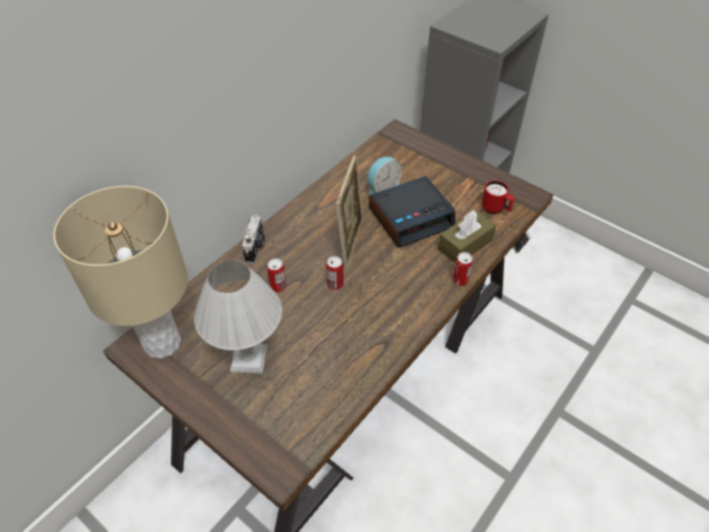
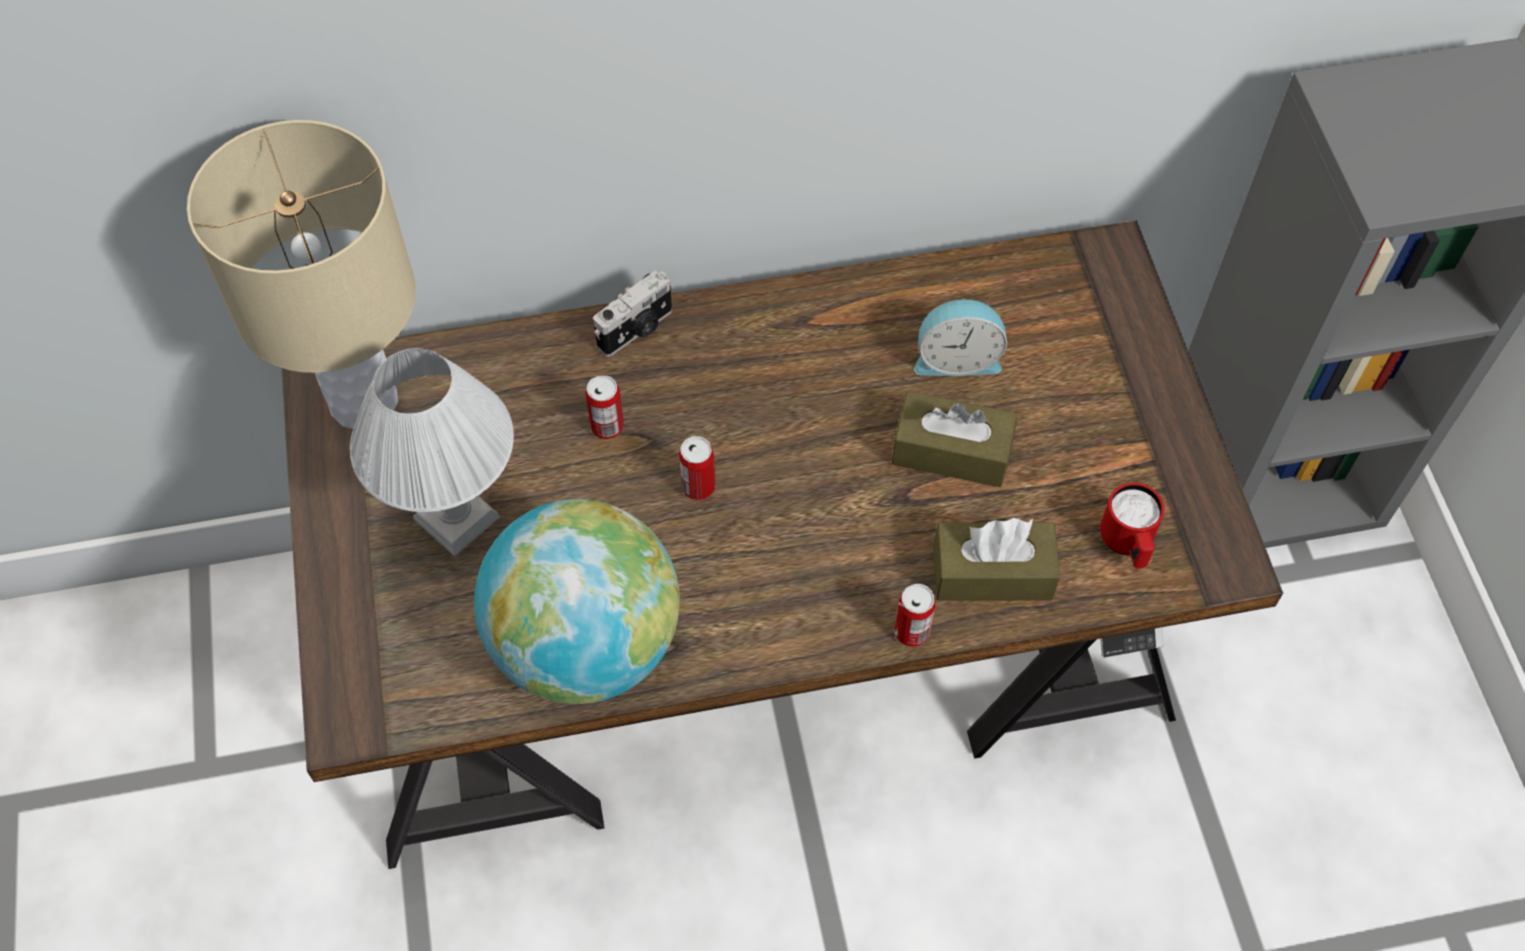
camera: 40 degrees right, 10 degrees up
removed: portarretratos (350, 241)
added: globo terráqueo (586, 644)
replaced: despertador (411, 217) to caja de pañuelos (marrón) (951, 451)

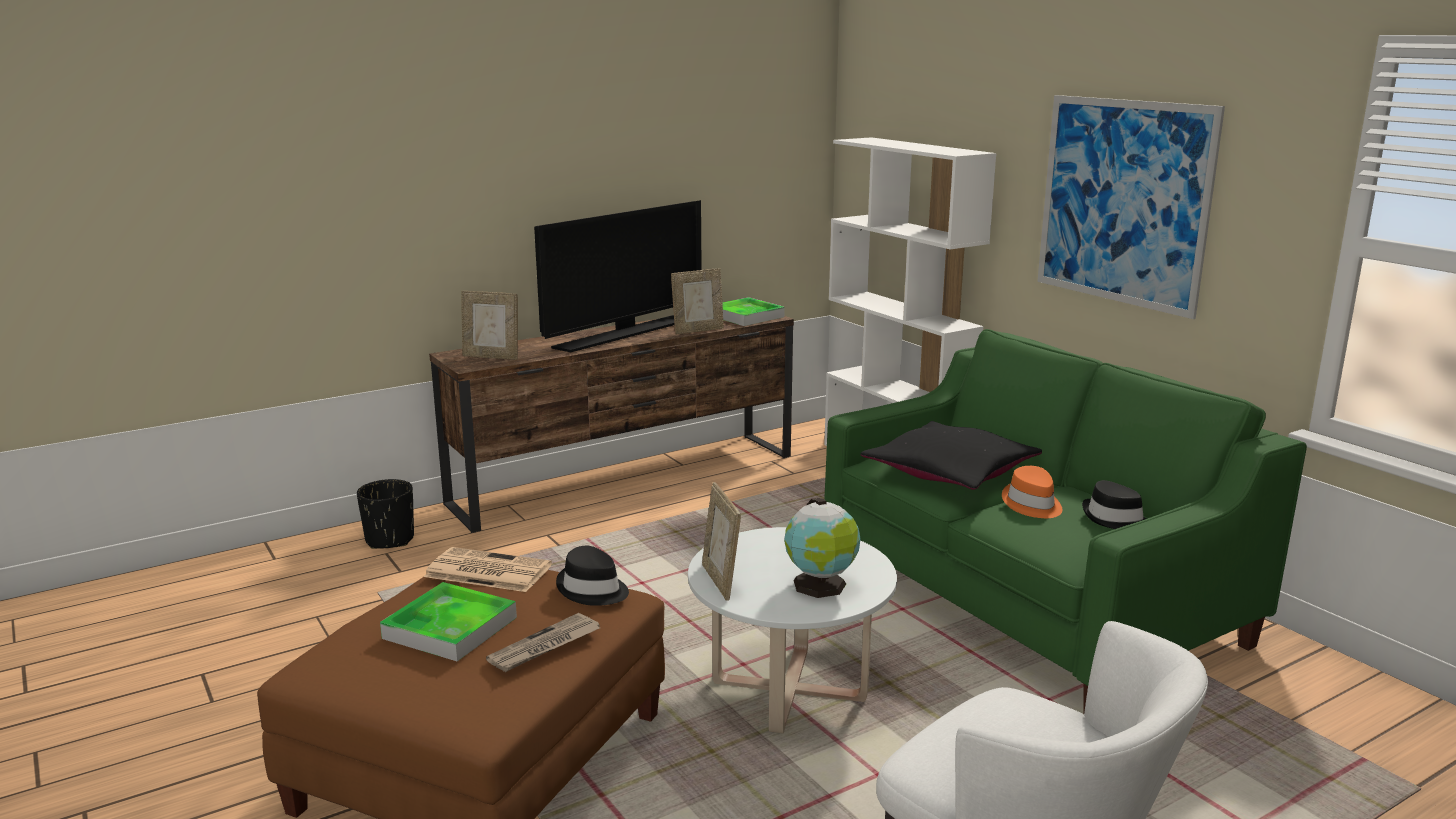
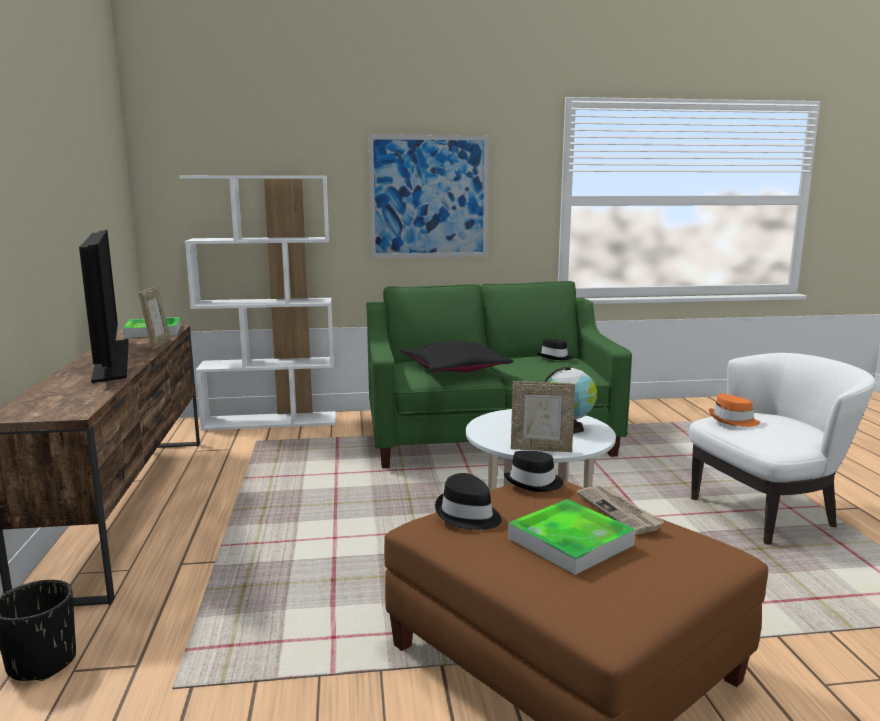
camera: 65 degrees left, 5 degrees down
removed: portarretratos (491, 357)
moved: sombrero (naranja) (1032, 504) to (733, 420)
replaced: periódico (486, 571) to sombrero (negro) (468, 515)

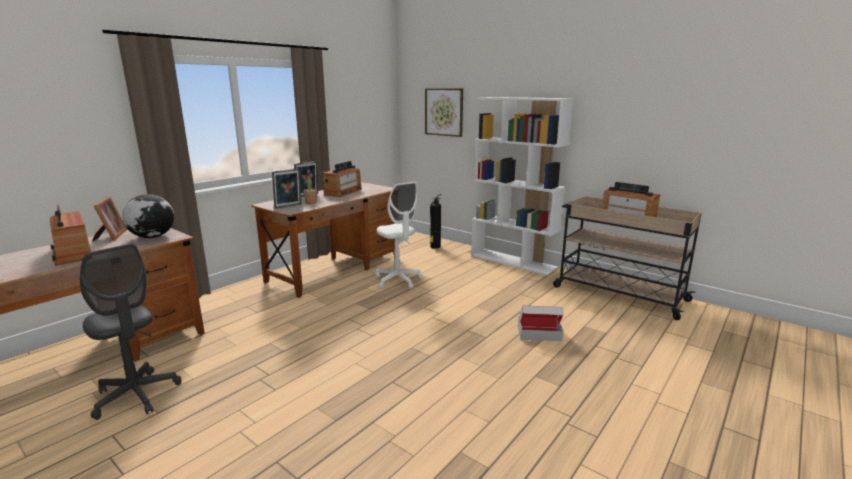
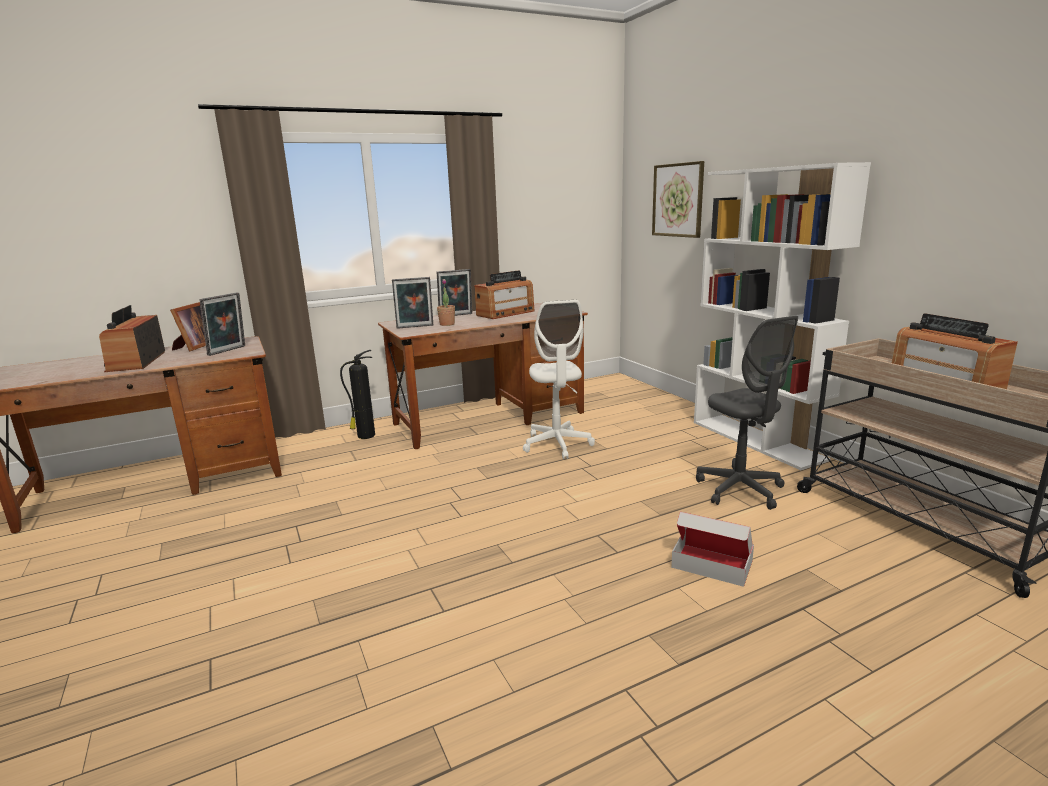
camera: 25 degrees right, 0 degrees up
moved: silla de oficina (gris) (136, 395) to (740, 490); extintor (435, 247) to (365, 436)
replaced: globo terráqueo (152, 237) to portarretratos (228, 351)

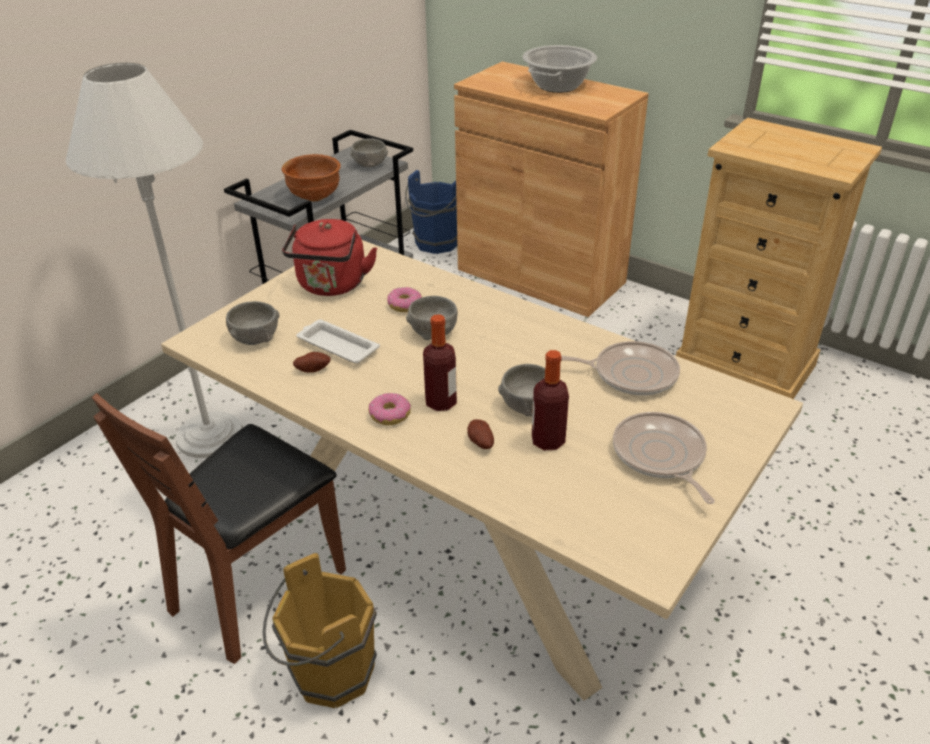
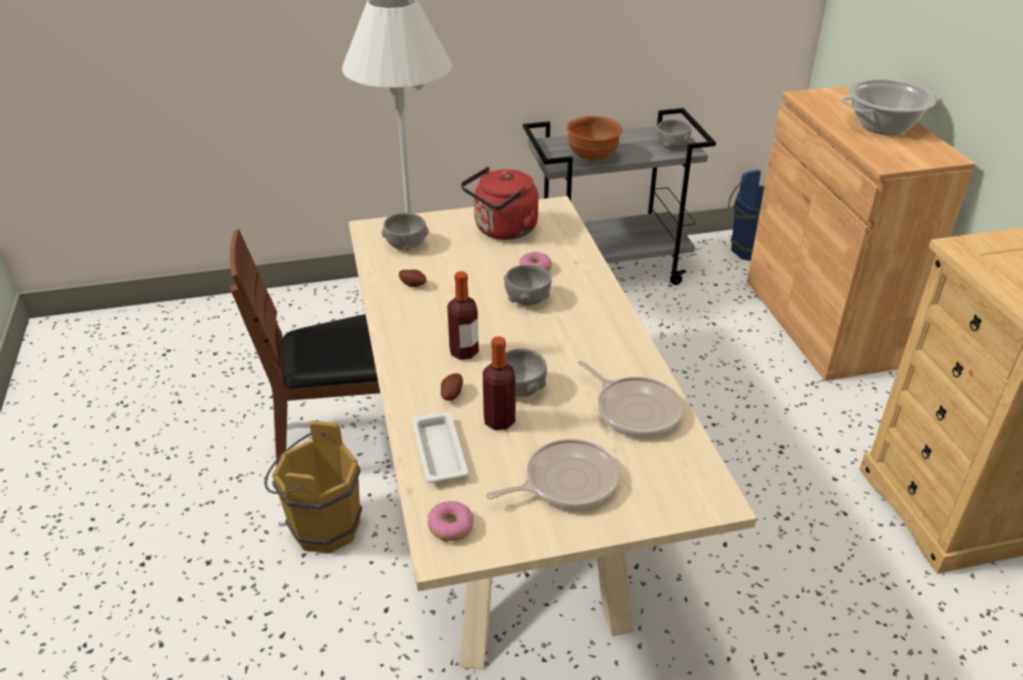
camera: 40 degrees right, 0 degrees up
moved: bandeja (blanco) (336, 346) to (439, 450); rosquilla (389, 415) to (450, 527)
turned: sartén (660, 456) = (566, 482) 45 degrees clockwise

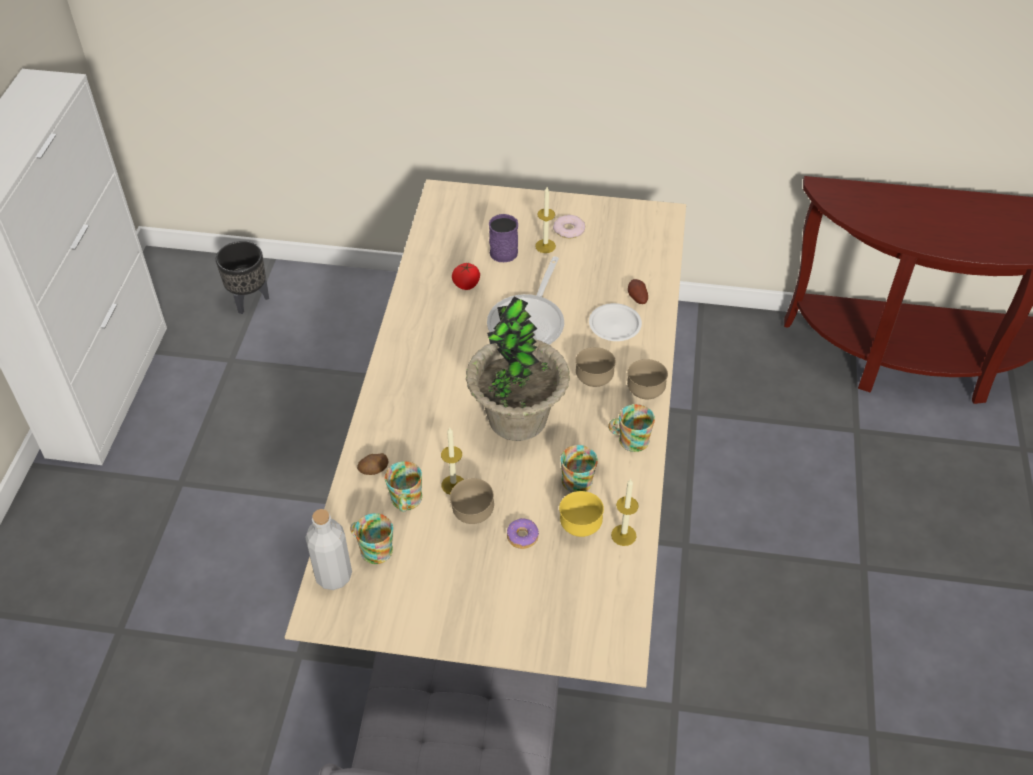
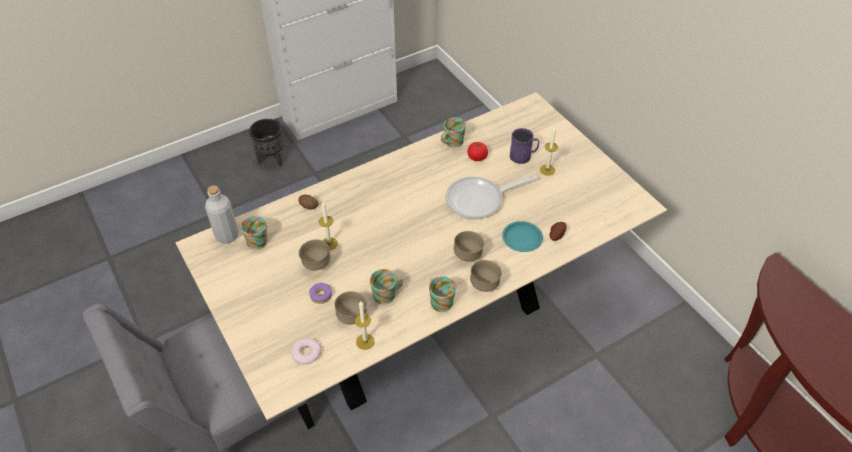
camera: 50 degrees right, 0 degrees up
removed: planta en maceta (517, 418)
moved: maceta (negro) (249, 300) to (272, 160); taza grande (405, 502) to (451, 142); rosquilla (569, 229) to (306, 353)
recoloured: cuenco (amarillo) (580, 527) to cuenco (marrón) (352, 317); plato (blanco) (615, 325) to plato (turquesa) (522, 239)

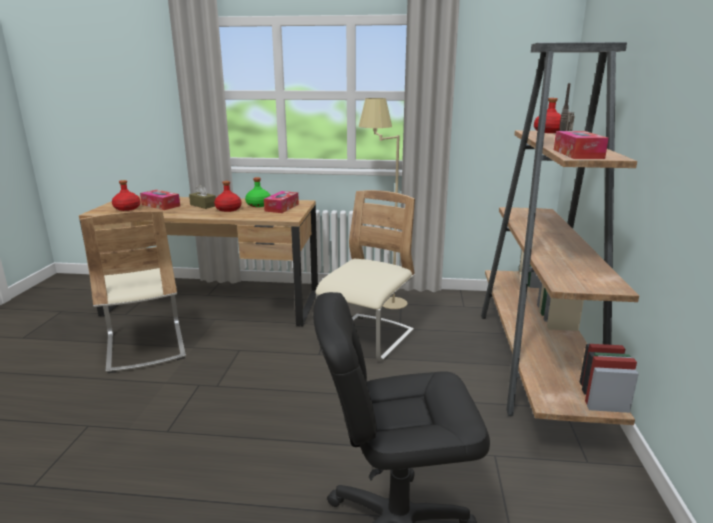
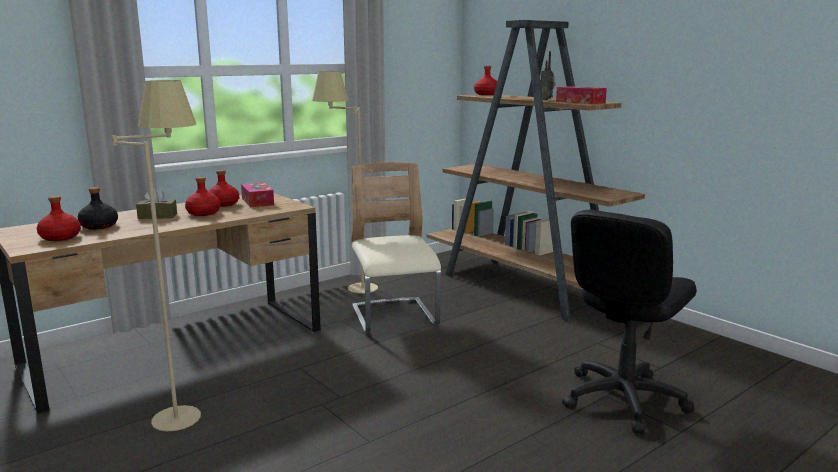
camera: 45 degrees left, 5 degrees down
replaced: silla (beis) (145, 346) to lámpara de pie (beis) (185, 407); caja de pañuelos (161, 205) to botella (negro) (98, 226)
recoloured: botella (verde) (258, 205) to botella (rojo) (223, 204)

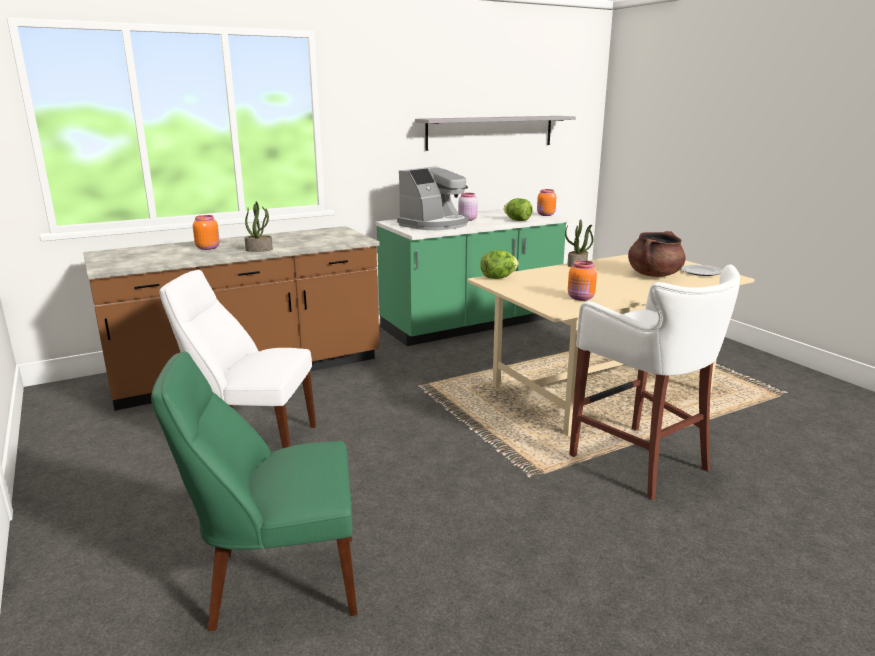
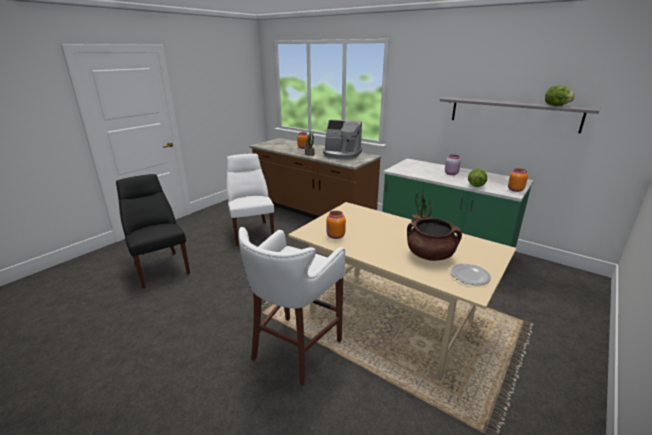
camera: 65 degrees right, 5 degrees up
moved: cafetera (435, 224) to (341, 155); lechuga (498, 278) to (556, 105)
recoloured: silla (verde) (277, 582) to silla (negro) (160, 267)

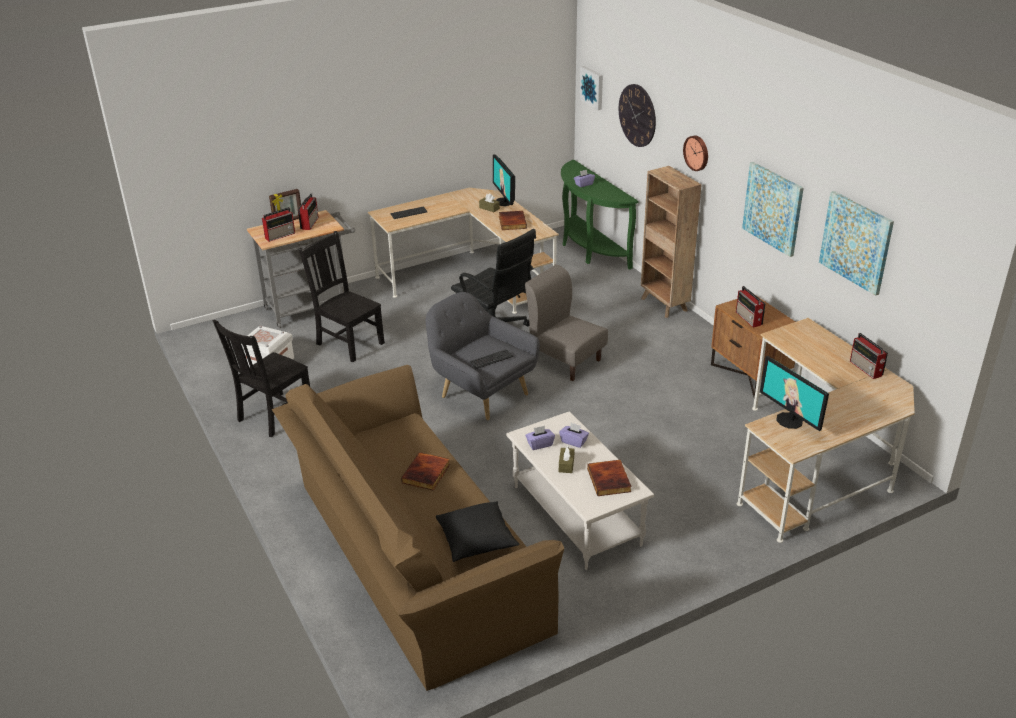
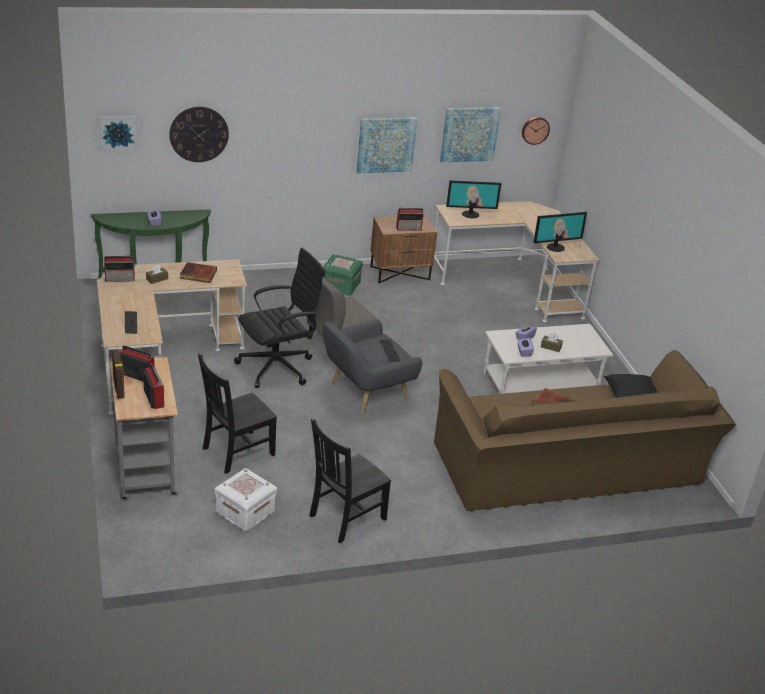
camera: 80 degrees left, 0 degrees up
removed: libro (610, 480); estantería (marrón) (664, 305)
added: caja de almacenaje (verde) (340, 285)
moved: monitor (504, 202) to (470, 214); reloj de pared (697, 153) to (535, 130); radio (866, 369) to (120, 279)
turned: silla (negro) (273, 415) = (345, 518) 90 degrees clockwise

